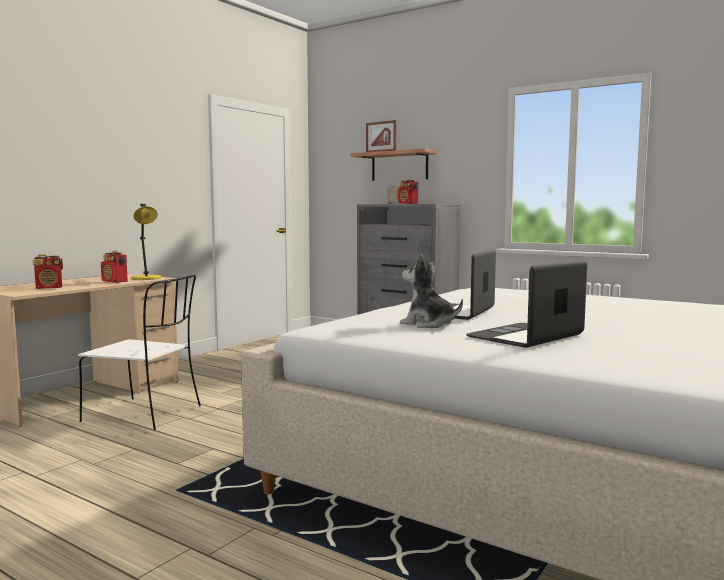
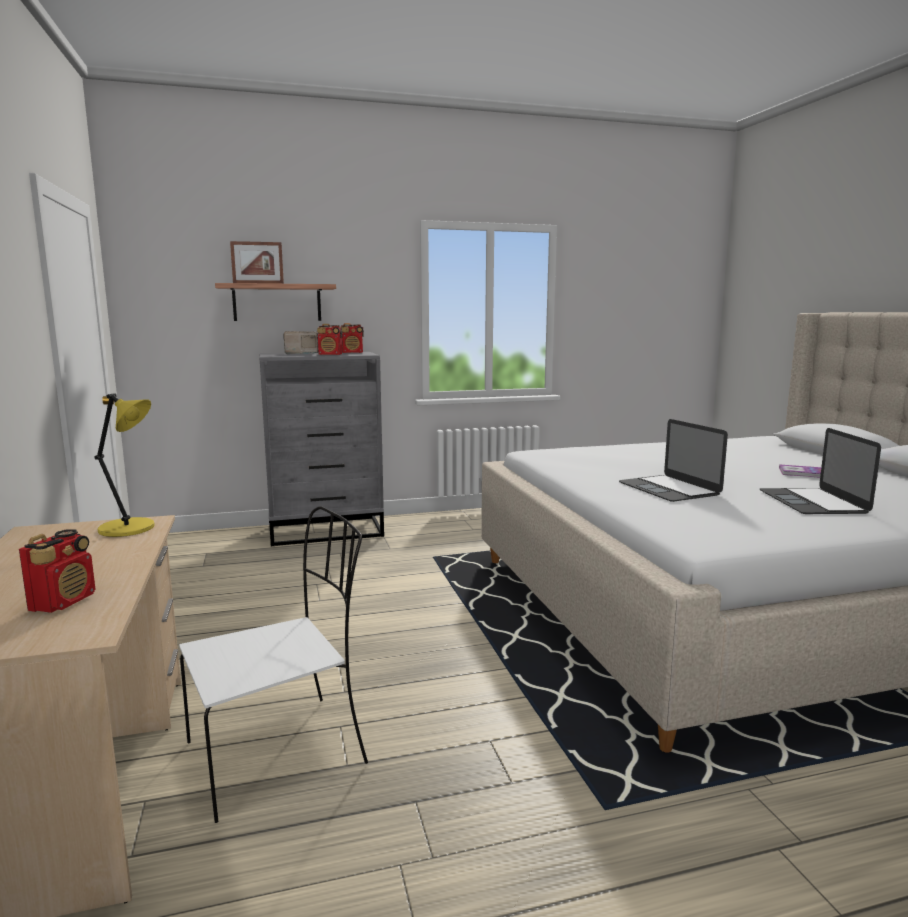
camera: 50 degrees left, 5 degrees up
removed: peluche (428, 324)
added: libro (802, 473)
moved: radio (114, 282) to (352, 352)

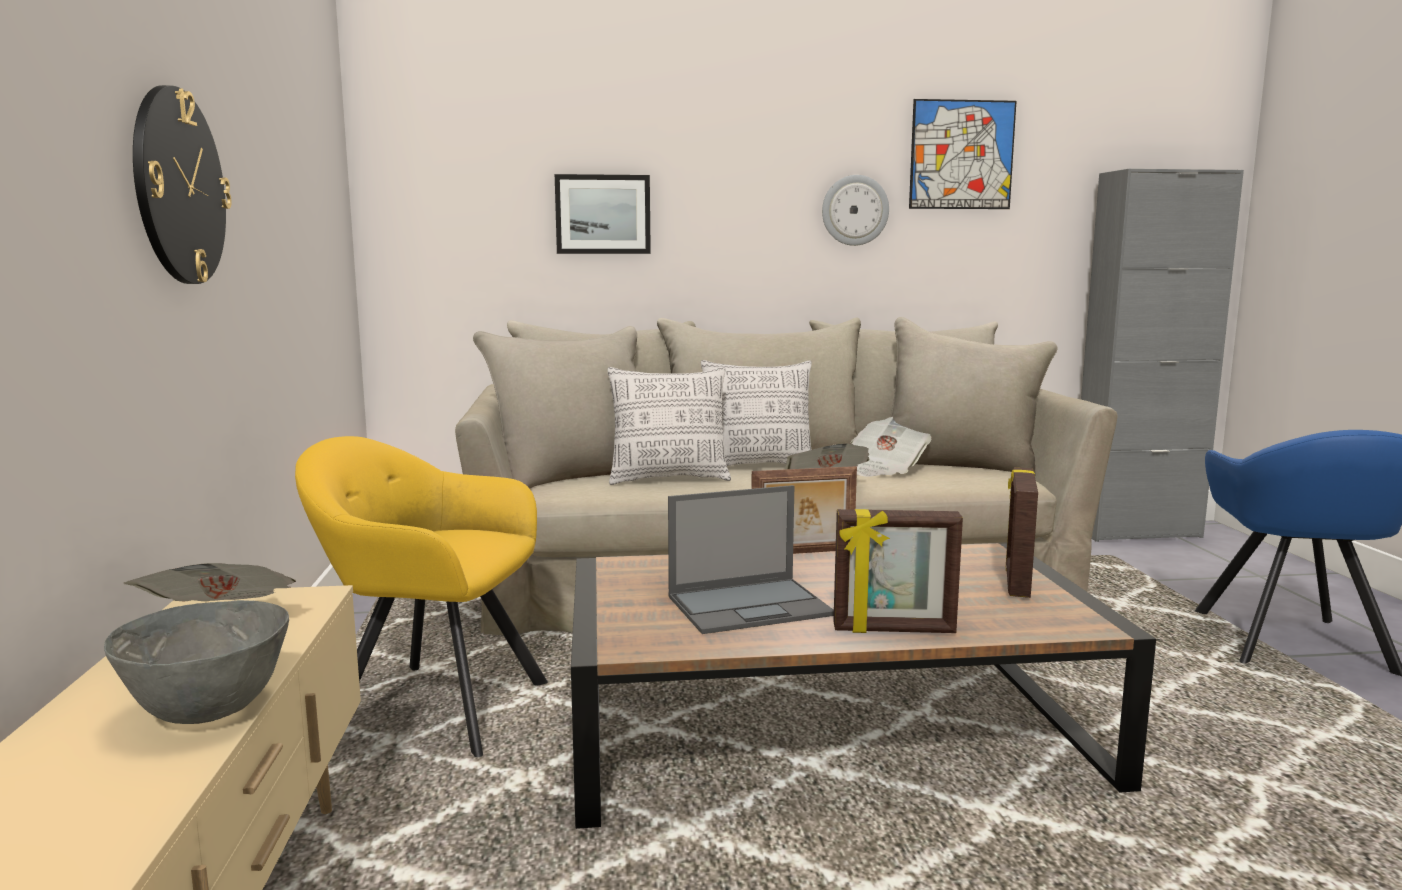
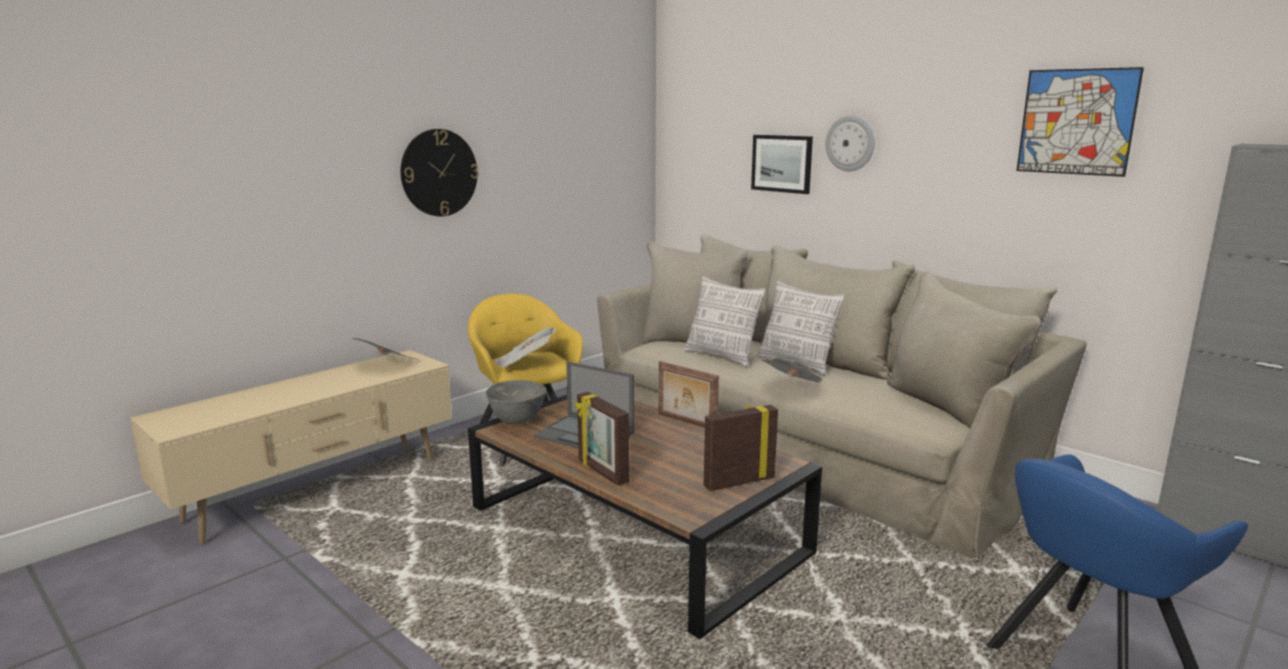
camera: 50 degrees right, 5 degrees up
moved: cuenco (gris) (208, 712) to (517, 421); reloj de pared (855, 210) to (850, 143); periódico (885, 469) to (524, 363)

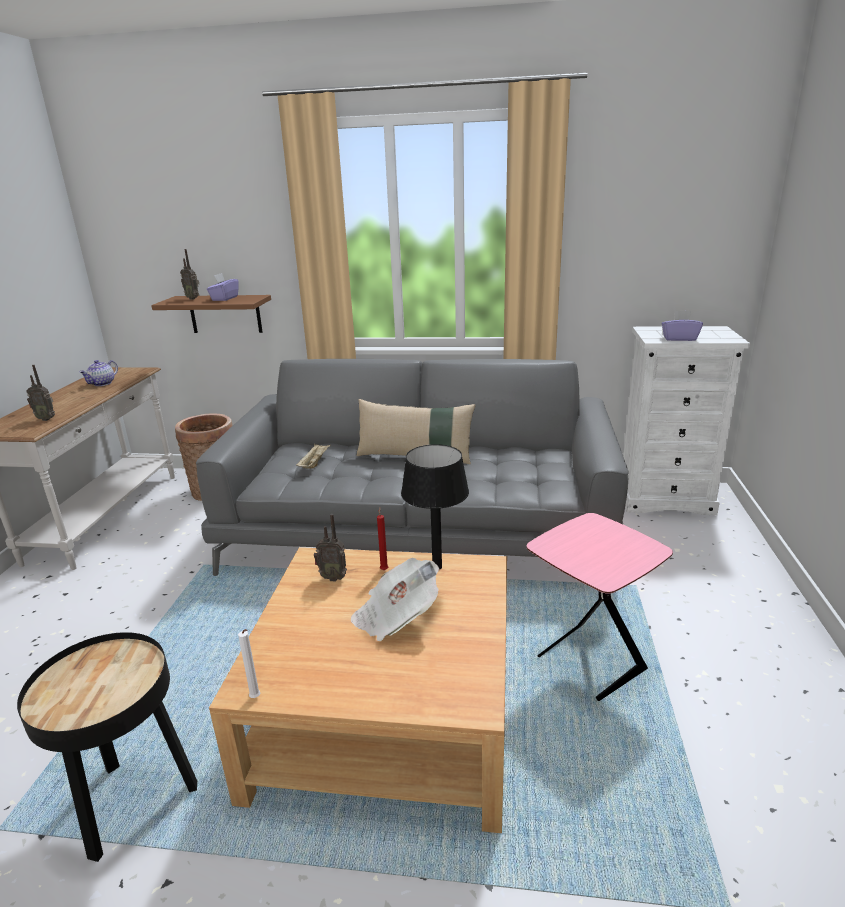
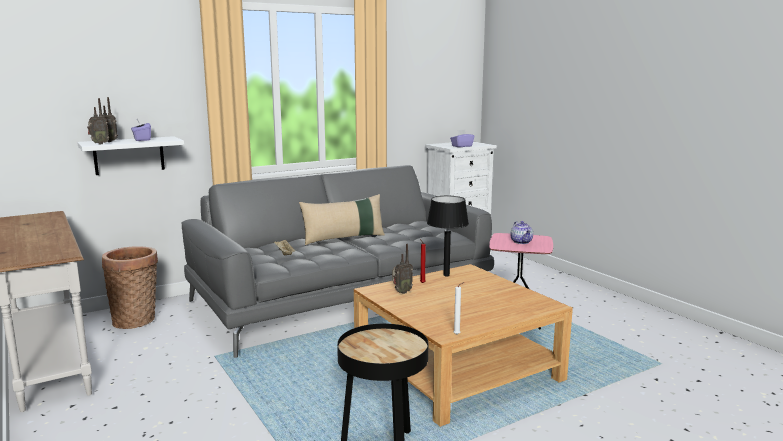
camera: 40 degrees left, 10 degrees down
removed: periódico (396, 617)
moved: radio (46, 419) to (99, 144); tetera (102, 383) to (521, 242)
recoloured: estante (marrón) (225, 314) to estante (blanco) (129, 155)

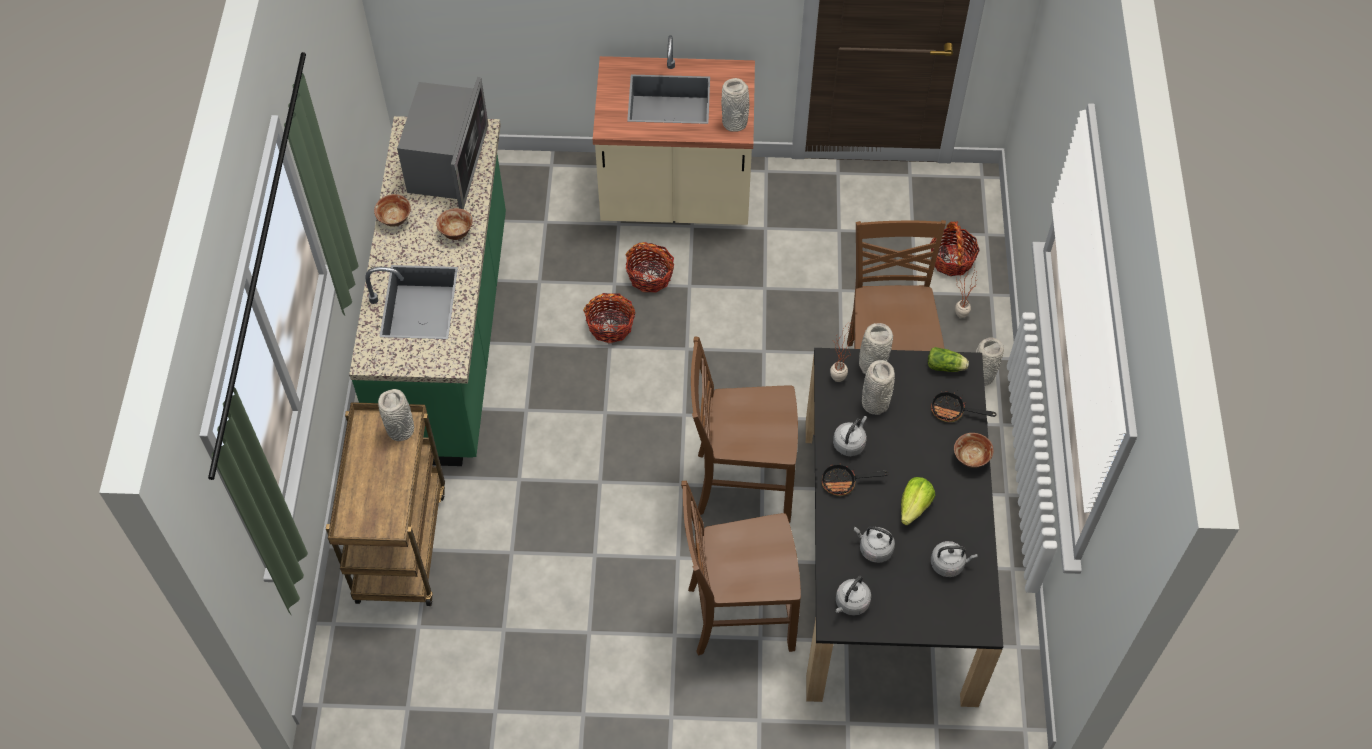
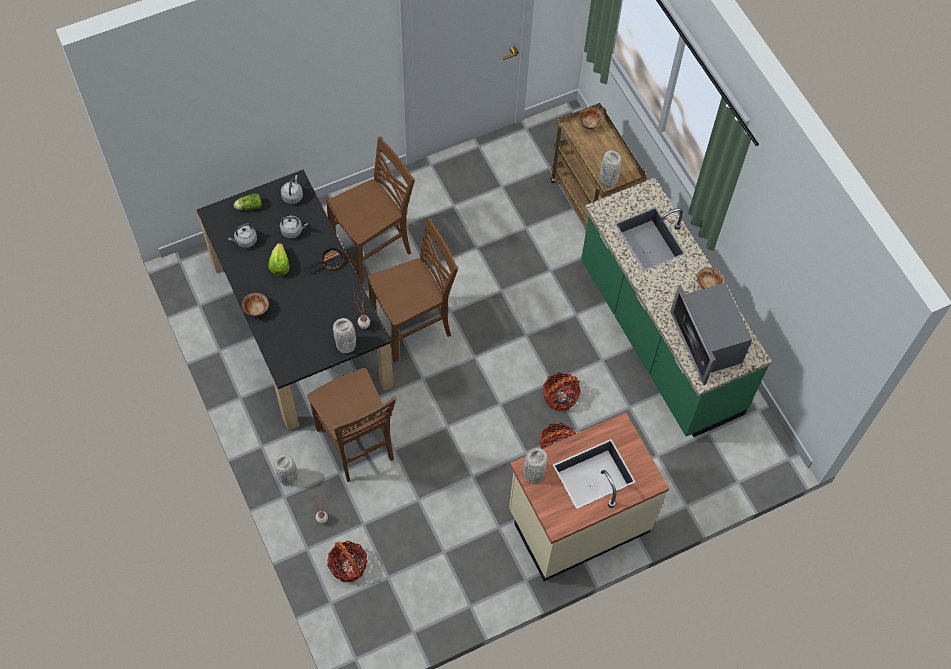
camera: 150 degrees right, 5 degrees up
removed: hervidor (gris) (850, 443); florero (gris) (875, 404); sartén (952, 411)
moved: cuenco (456, 233) to (589, 124); lechuga (946, 367) to (248, 206)

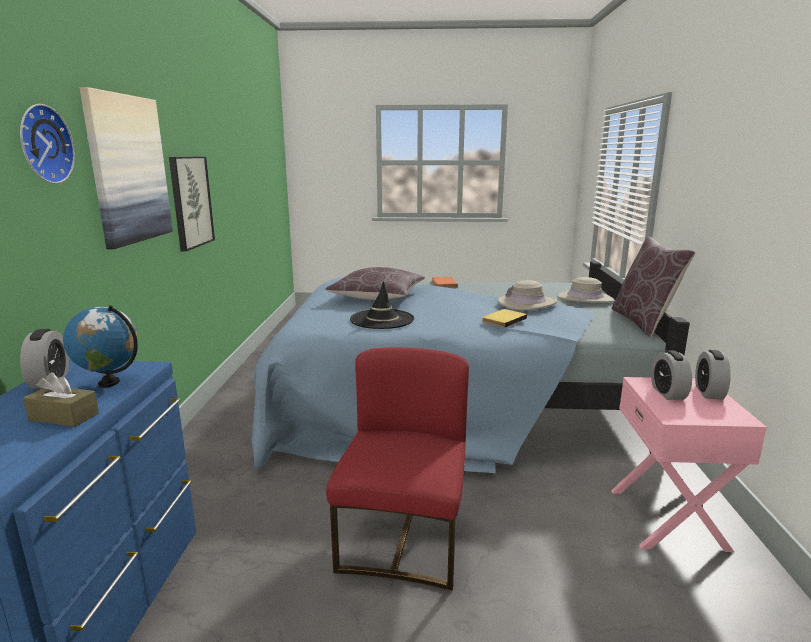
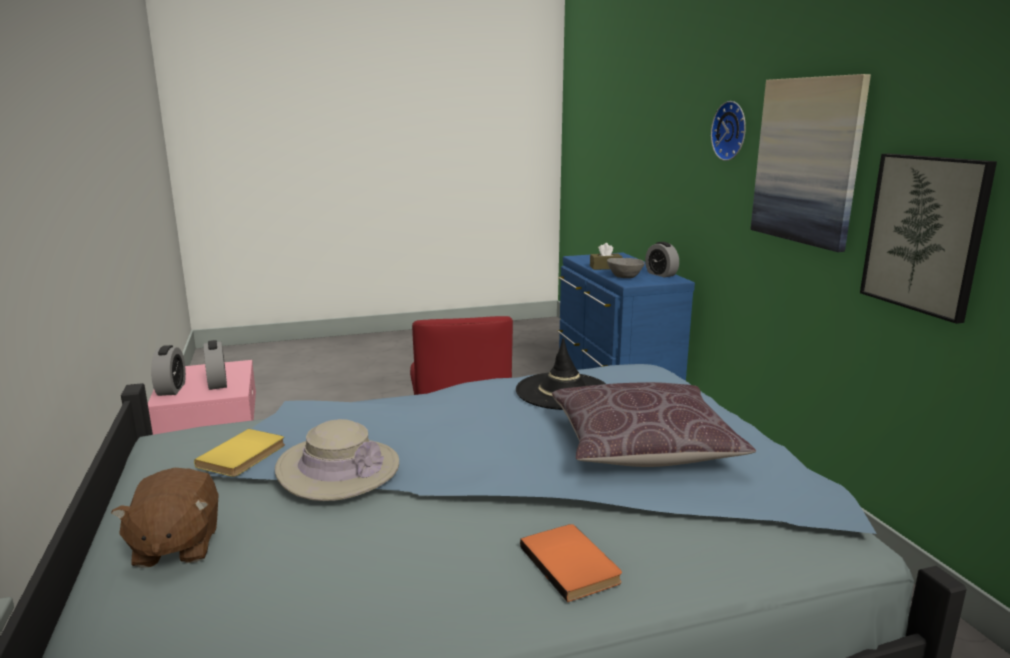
camera: 160 degrees right, 0 degrees up
removed: cojín (marrón) (643, 322)
moved: libro (amarillo) (502, 320) to (244, 456)
replaced: globo terráqueo (109, 383) to cuenco (gris) (625, 276); sombrero (beis) (585, 298) to peluche (marrón) (176, 546)

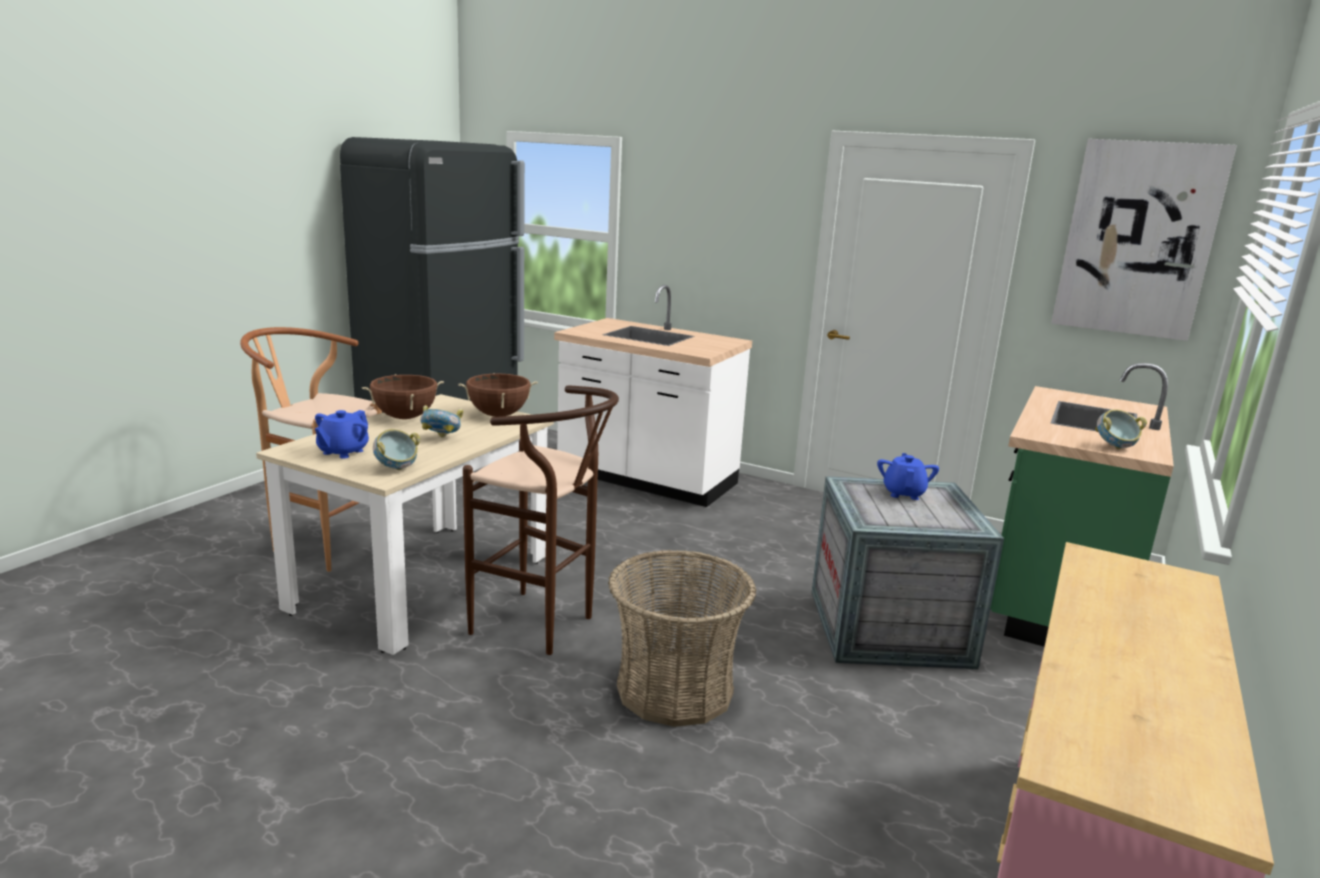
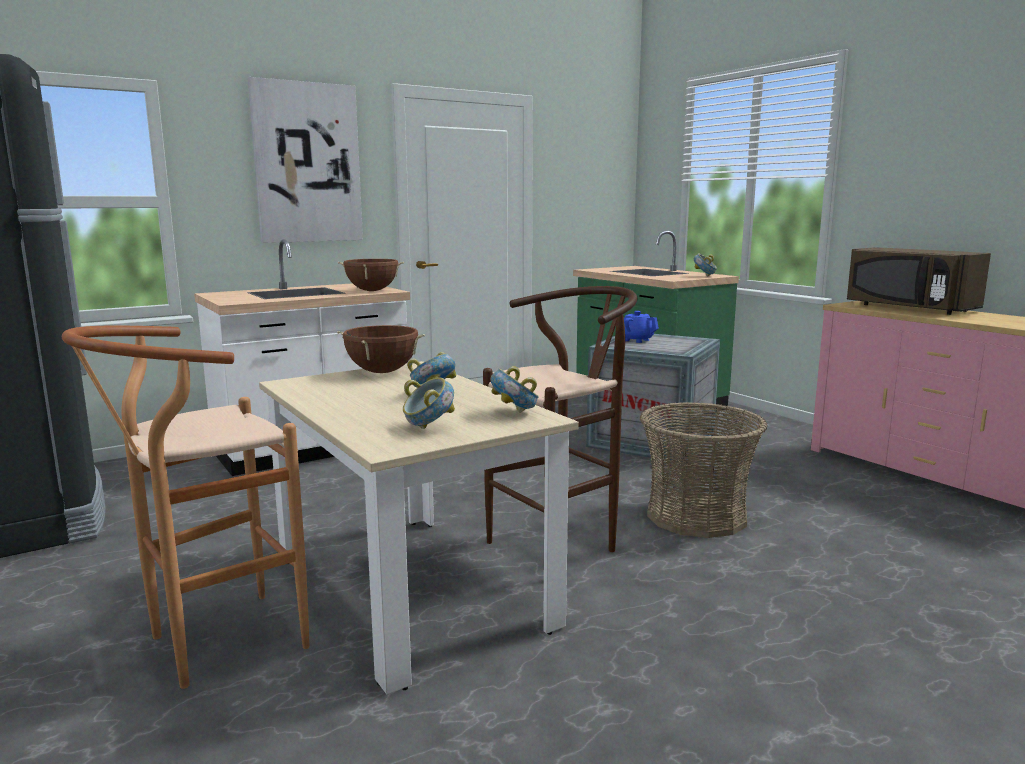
camera: 60 degrees left, 5 degrees down
added: microondas (marrón) (908, 308)
moved: olla (marrón) (405, 417) to (372, 291); cuadro (1137, 239) to (307, 163)
replaced: tetera (azul) (342, 452) to cuenco (428, 427)

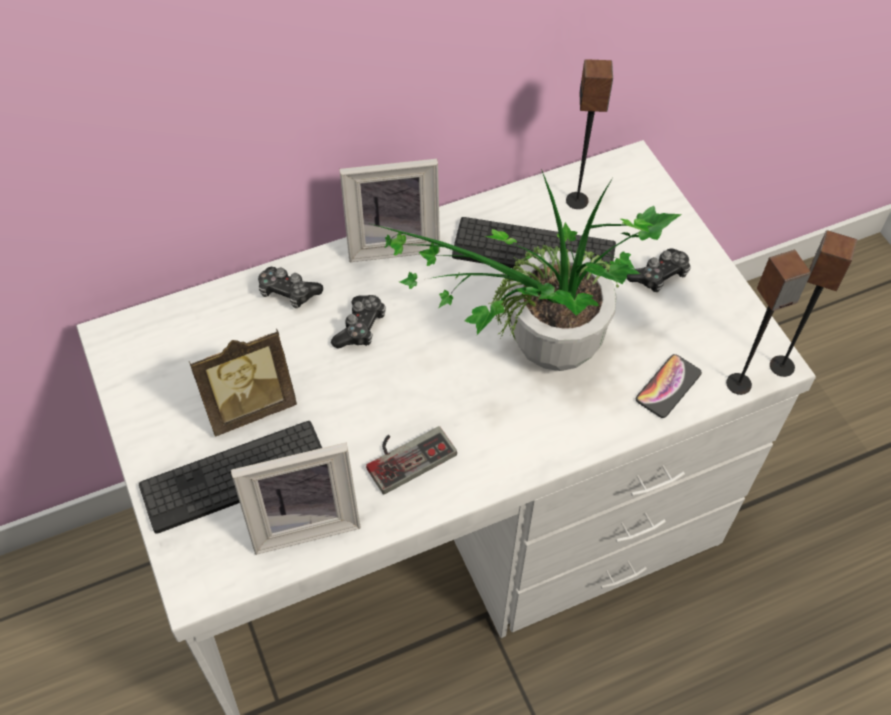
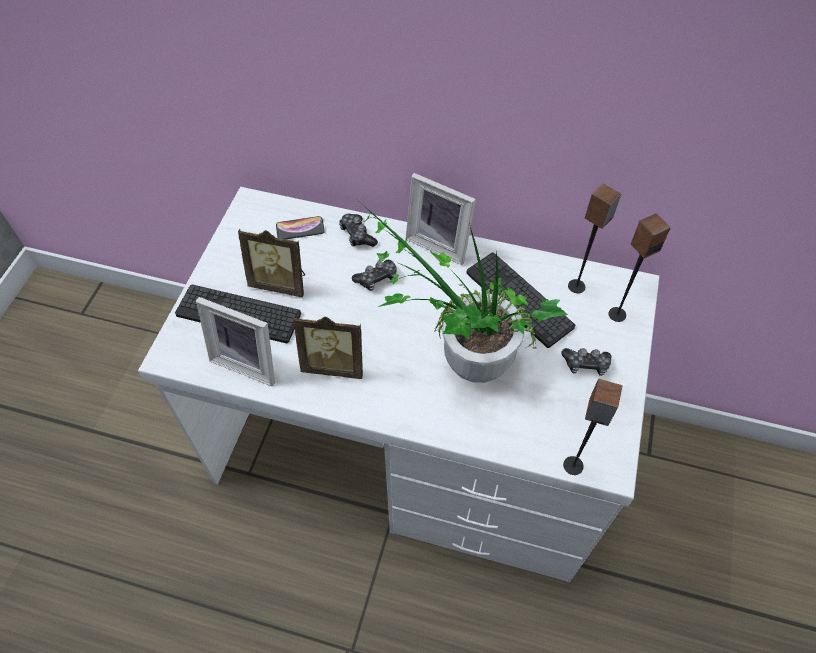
camera: 40 degrees right, 0 degrees up
moved: móvil (668, 386) to (300, 229); altavoz (781, 366) to (617, 314)
replaced: mando de consola (406, 453) to portarretratos (334, 364)

